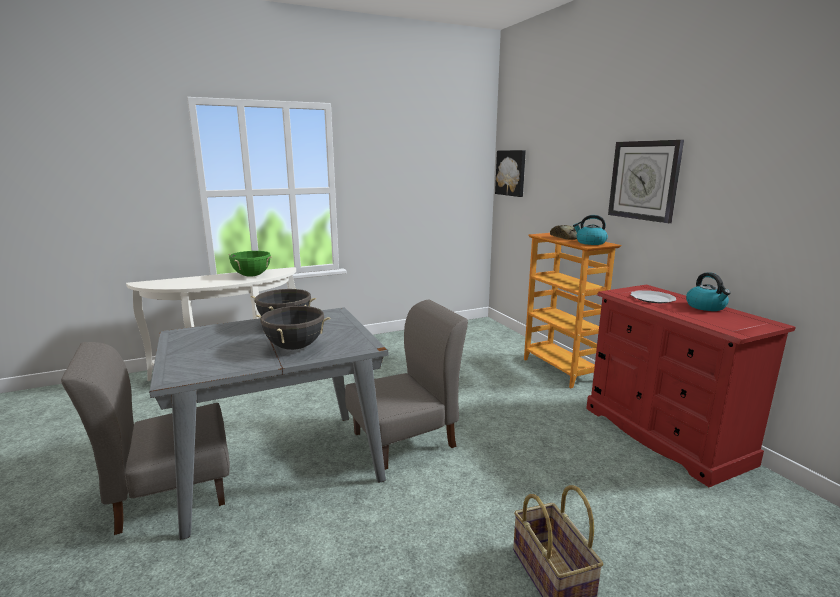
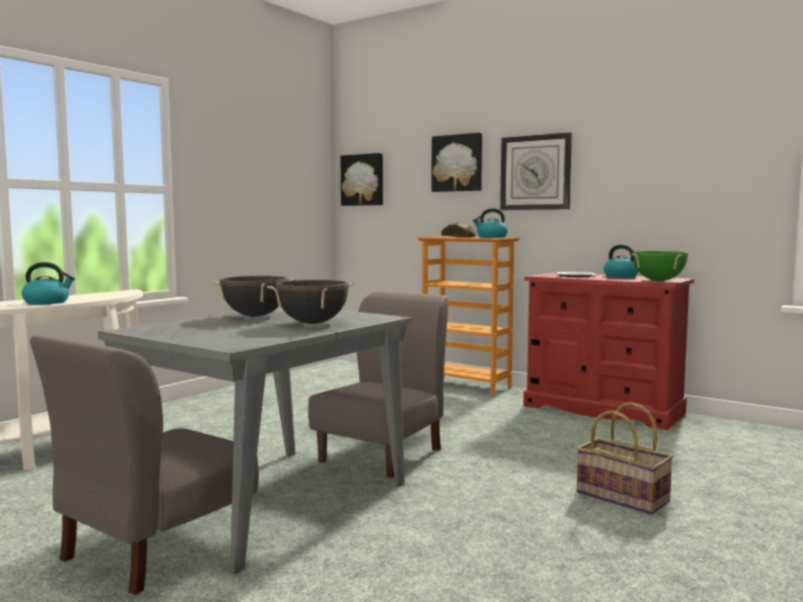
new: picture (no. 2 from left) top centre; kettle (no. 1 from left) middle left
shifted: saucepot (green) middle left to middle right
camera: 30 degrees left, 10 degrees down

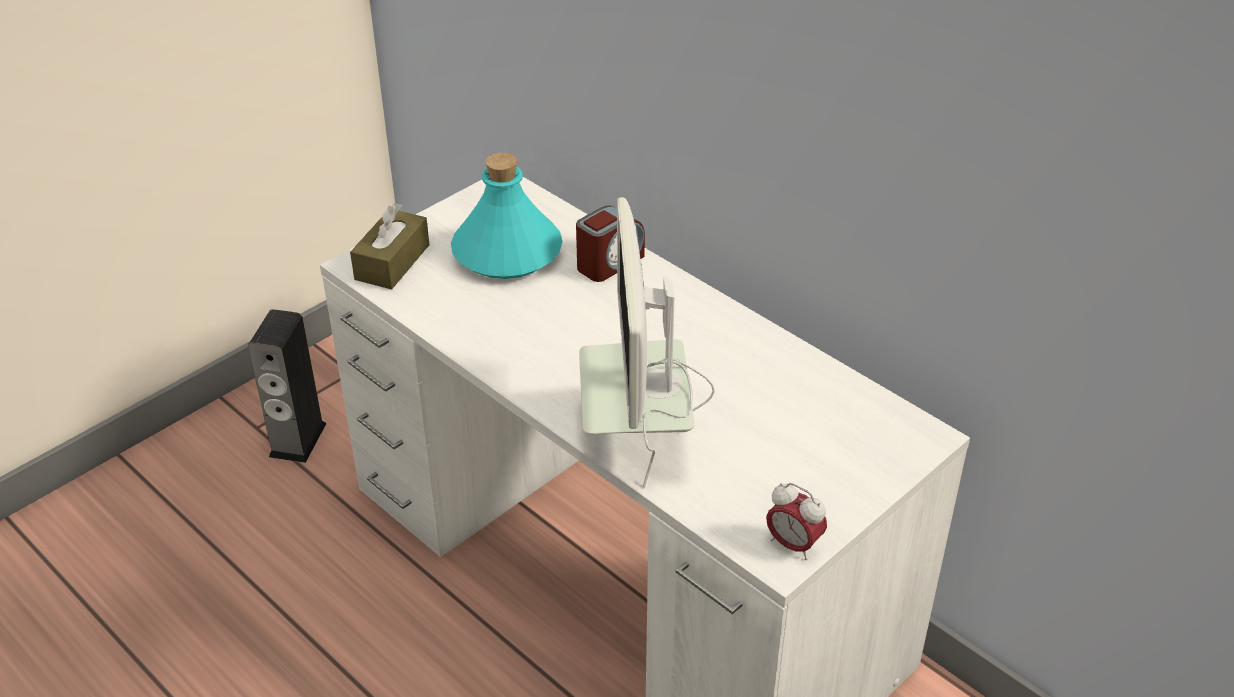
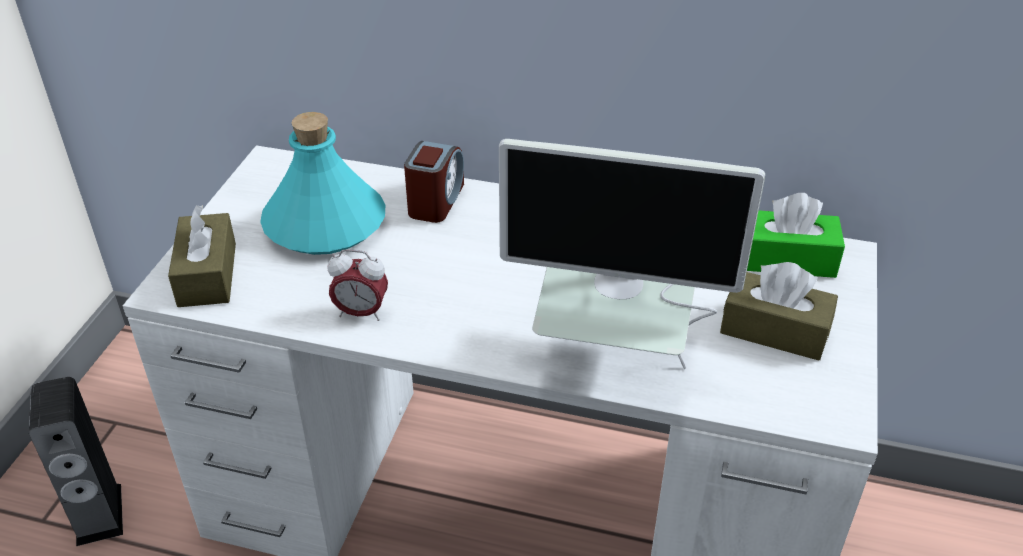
new: tissue holder (green) middle right; tissue holder (brownish) (no. 2 from left) middle right
shifted: table clock (no. 2 from left in the first image) bottom centre to table clock (no. 1 from left) centre
rotated: computer display centre = centre 45 degrees counterclockwise
camera: 30 degrees left, 0 degrees up

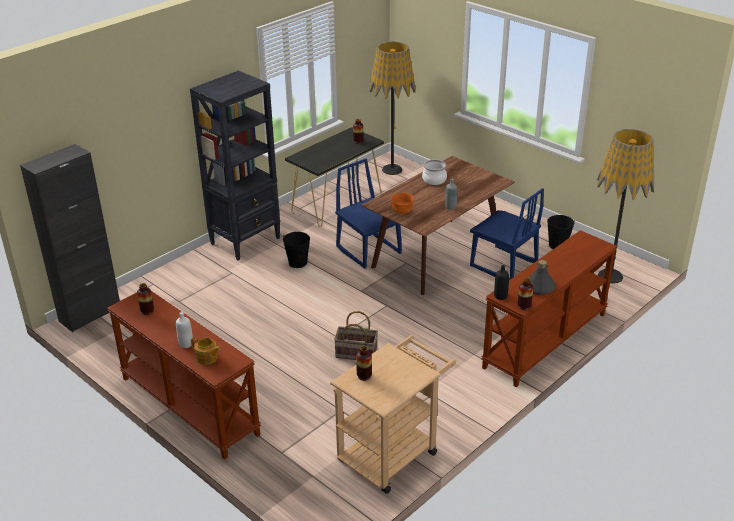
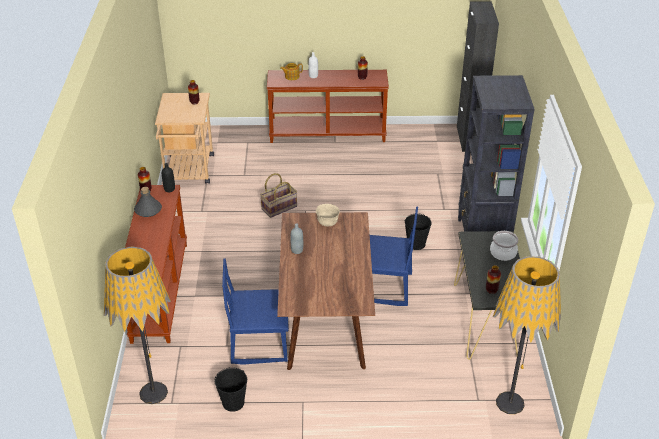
shifted: saucepot top centre to middle right
repainted: deep dish (orange) centre to deep dish (beige) centre
camera: 135 degrees right, 5 degrees up

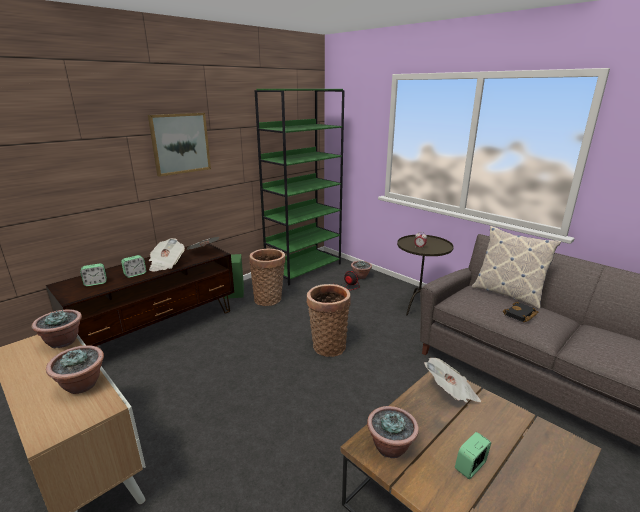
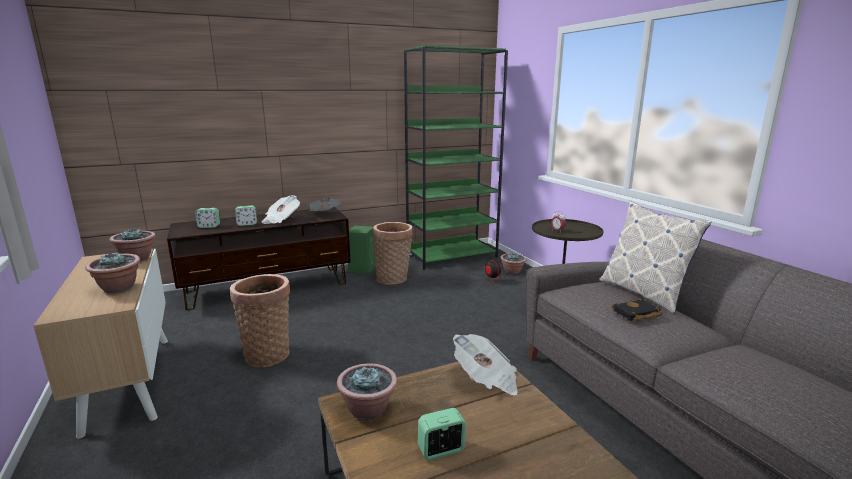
gone: picture top left
shifted: storage basket (no. 2 from left in the first image) centre to storage basket (no. 1 from left) bottom left
camera: 20 degrees right, 5 degrees down

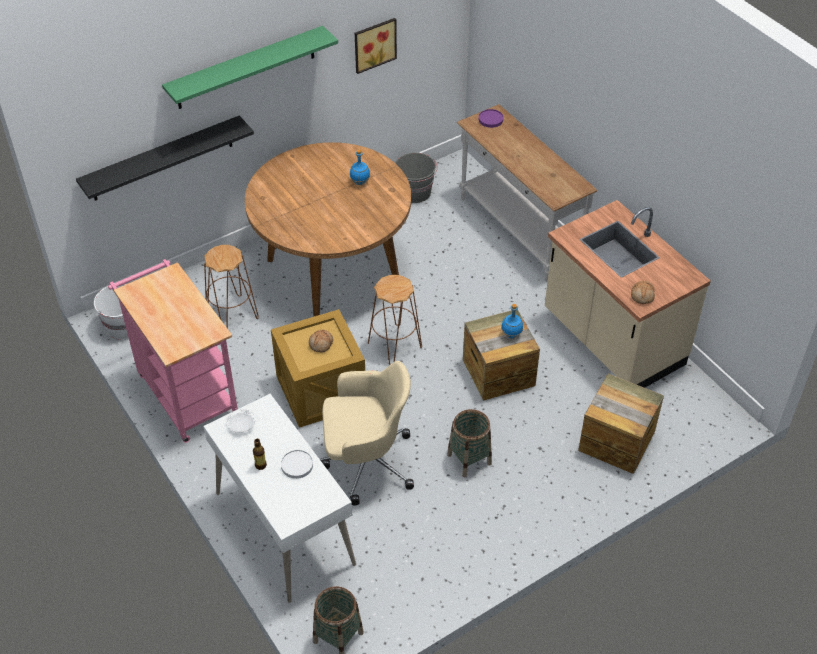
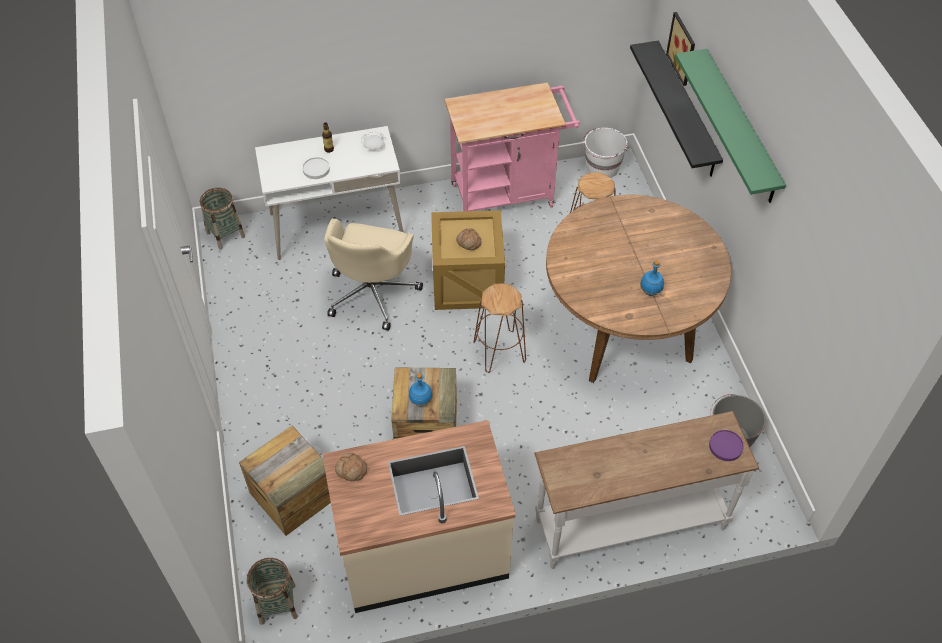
shifted: picture top centre to top right; storage basket (no. 2 from left) bottom centre to bottom left
camera: 110 degrees right, 5 degrees up

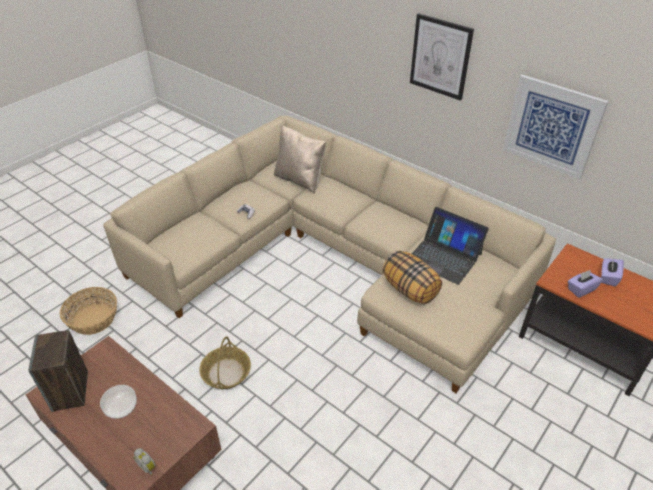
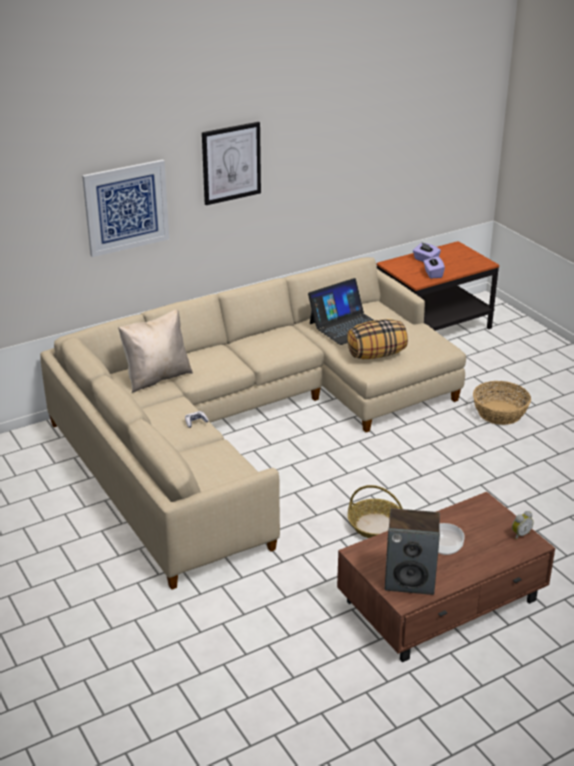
shifted: picture (no. 2 from left in the first image) top right to picture (no. 1 from left) top left; storage basket (no. 1 from left in the first image) middle left to storage basket (no. 2 from left) middle right
camera: 70 degrees left, 10 degrees down

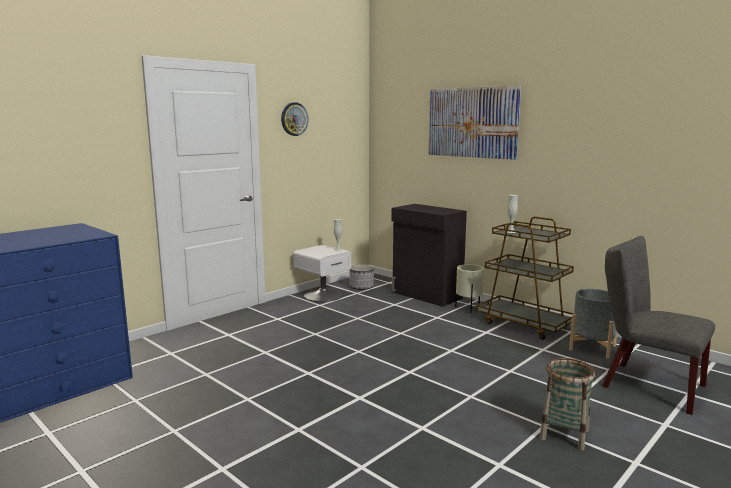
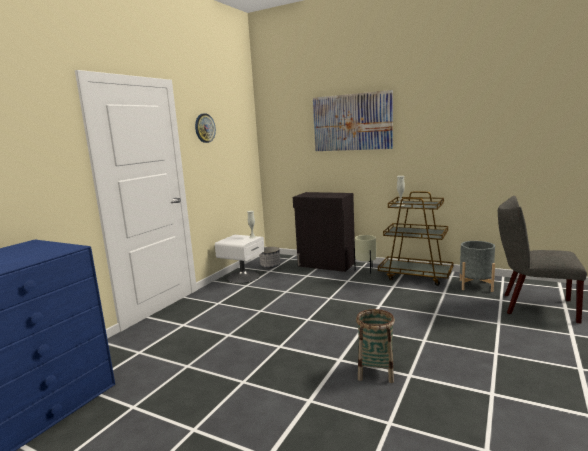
shifted: storage basket bottom right to bottom centre
camera: 15 degrees left, 0 degrees up

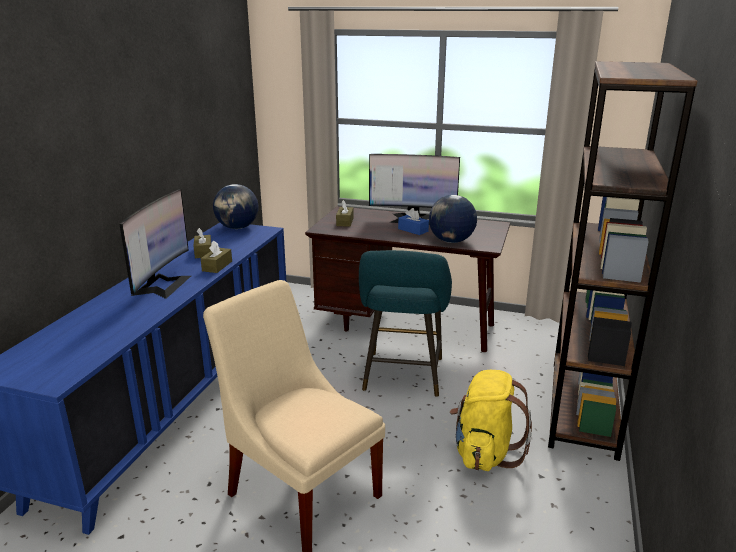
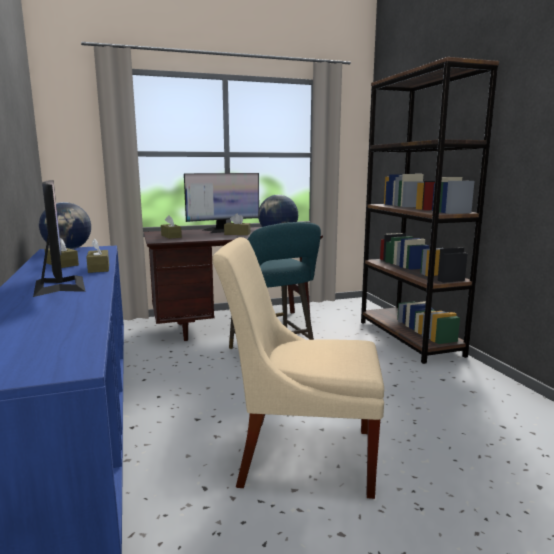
gone: knapsack (yellowish) bottom right
repainted: tissue holder (blue-coloured) centre to tissue holder (brownish) (no. 4 from left) centre
camera: 35 degrees left, 10 degrees down

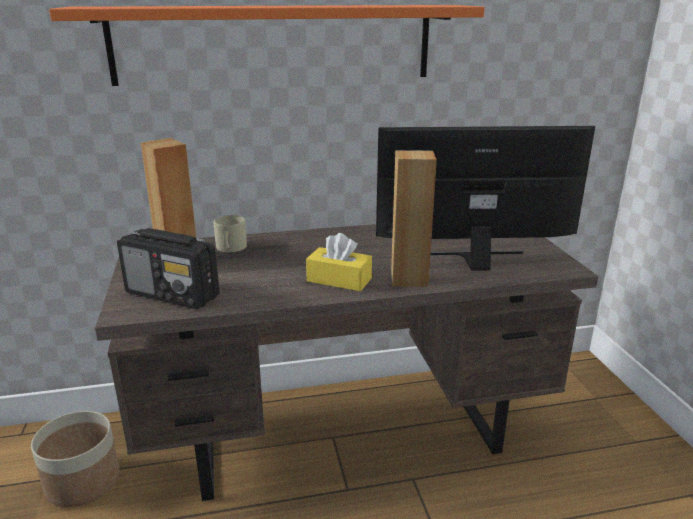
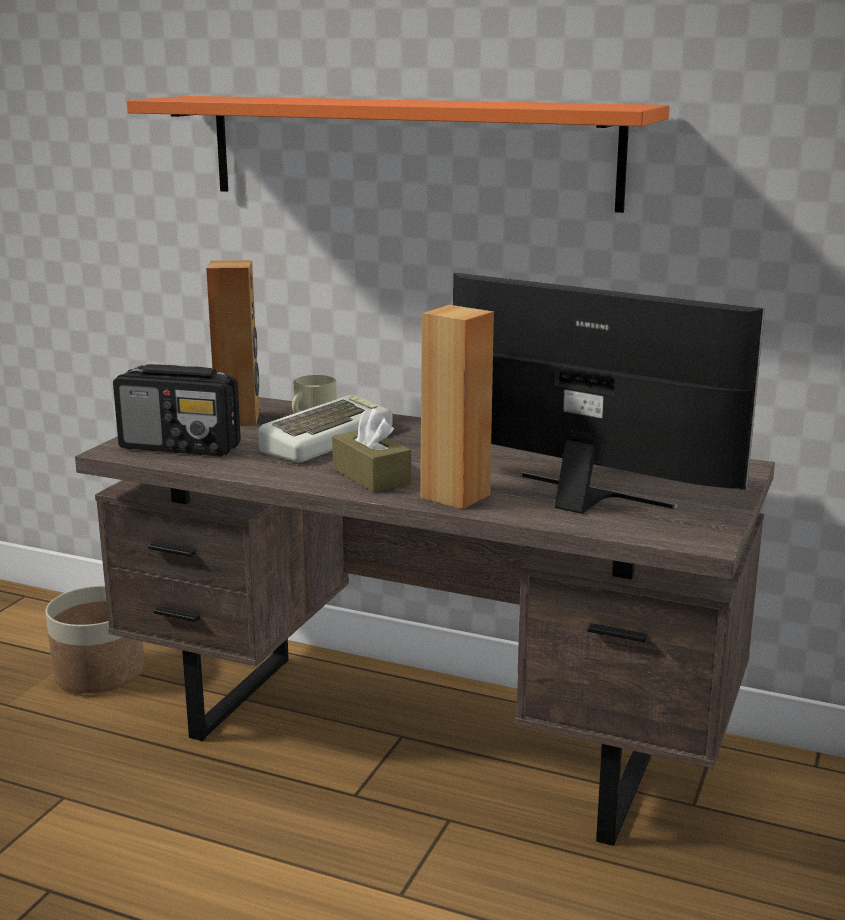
new: computer keyboard centre
repainted: tissue holder (yellowish) centre to tissue holder (brownish) centre
rotated: radio set middle left = middle left 45 degrees counterclockwise
camera: 35 degrees right, 5 degrees down

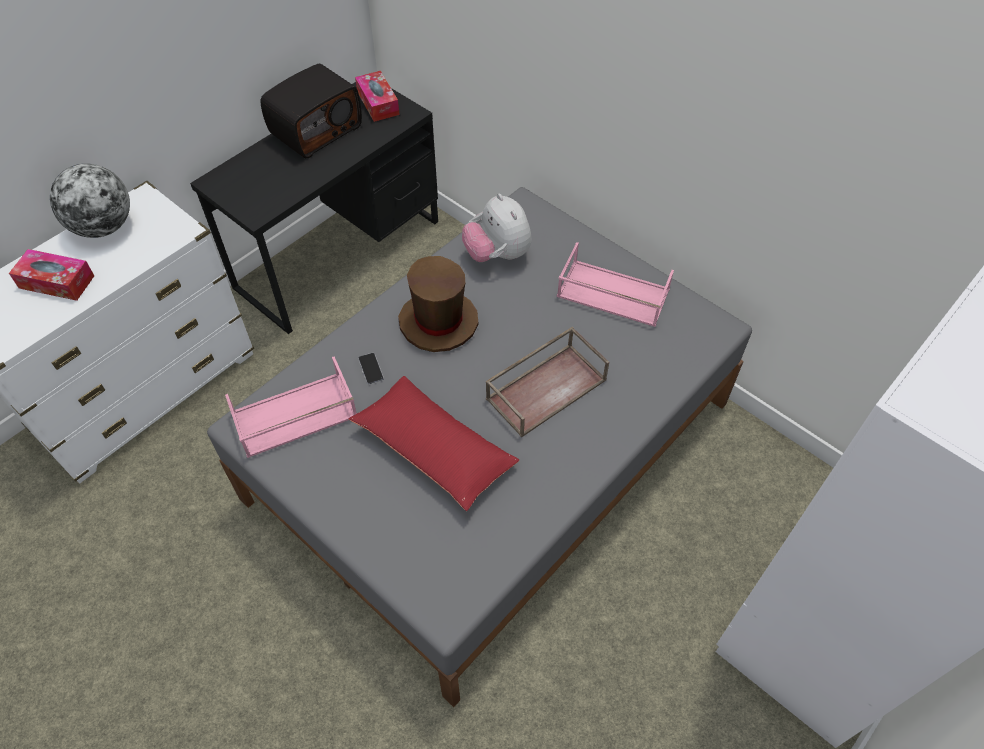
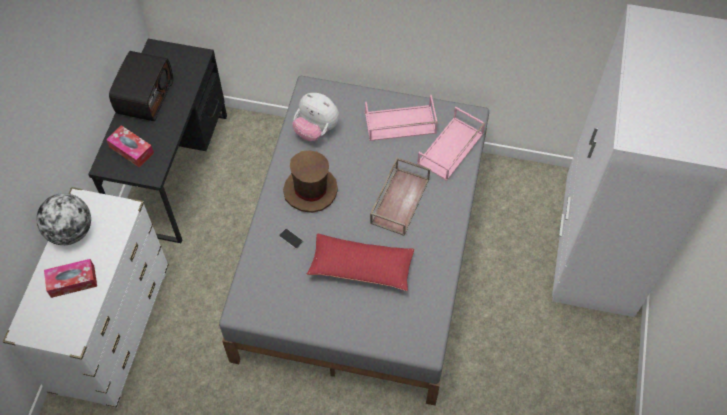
shifted: tissue holder (no. 2 from left) top centre to middle left; serving tray (pink) (no. 1 from left in the first image) middle left to serving tray (pink) (no. 2 from left) centre
camera: 30 degrees left, 5 degrees up

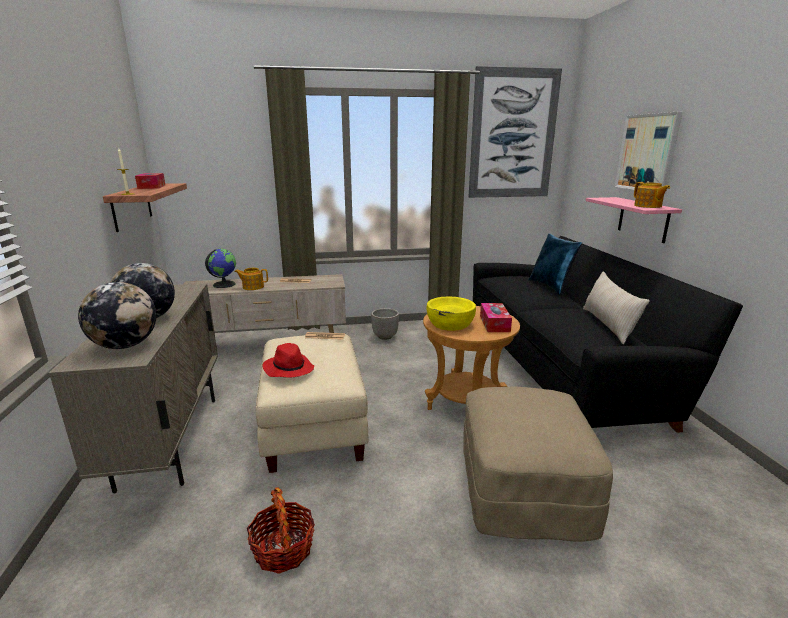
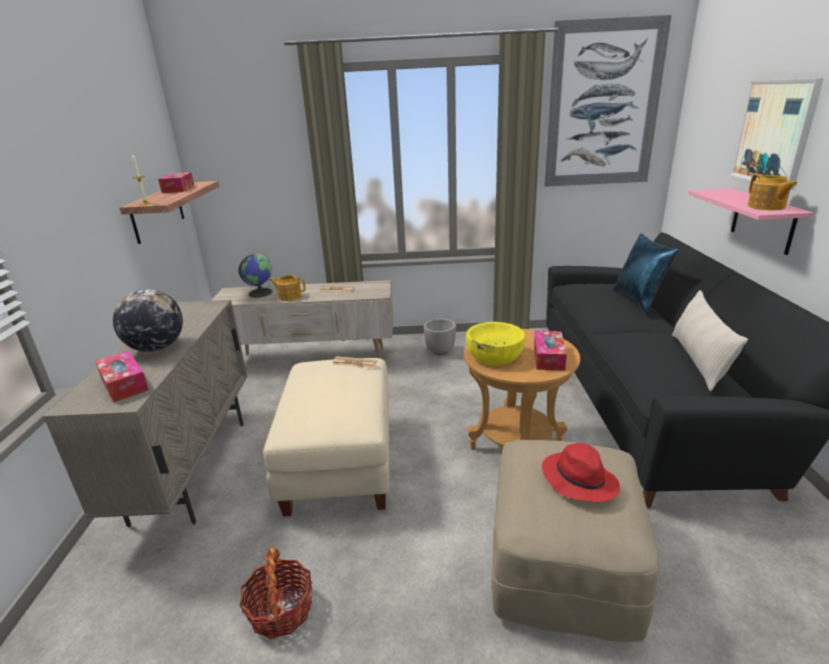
shifted: wearable hat (red) centre to bottom right
swapped: globe (no. 1 from left) middle left to tissue holder (no. 1 from left) middle left
camera: 10 degrees right, 5 degrees up

